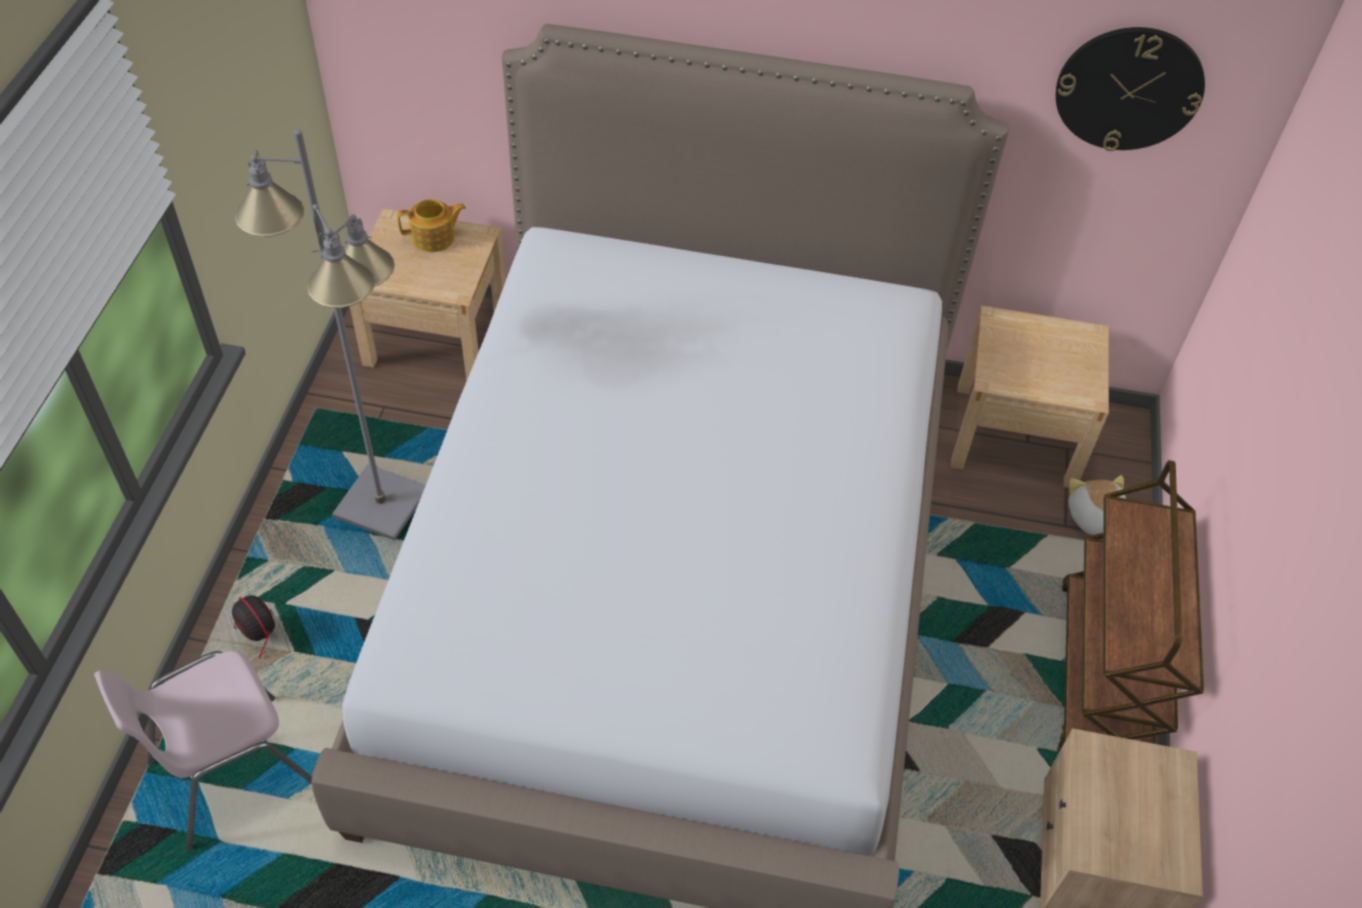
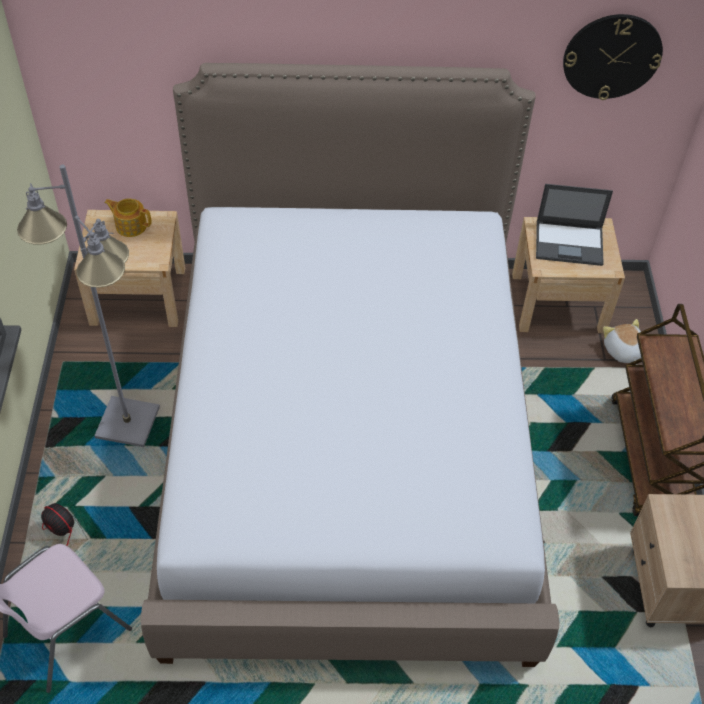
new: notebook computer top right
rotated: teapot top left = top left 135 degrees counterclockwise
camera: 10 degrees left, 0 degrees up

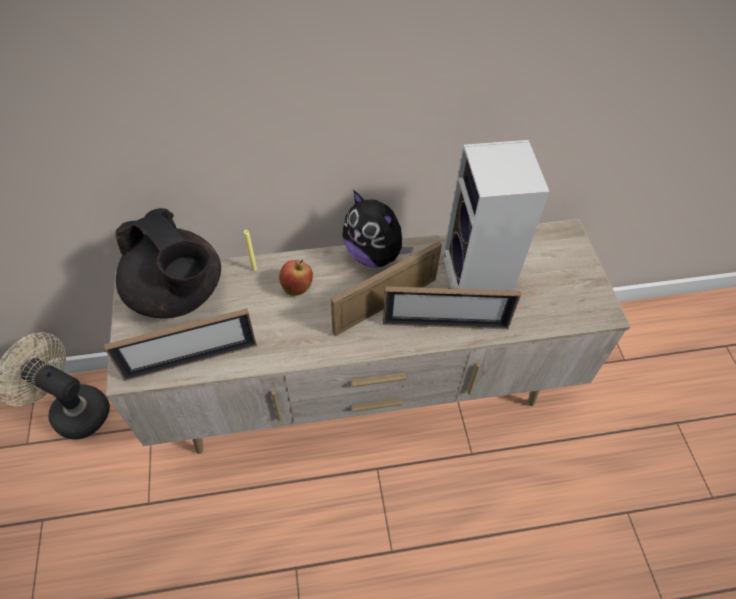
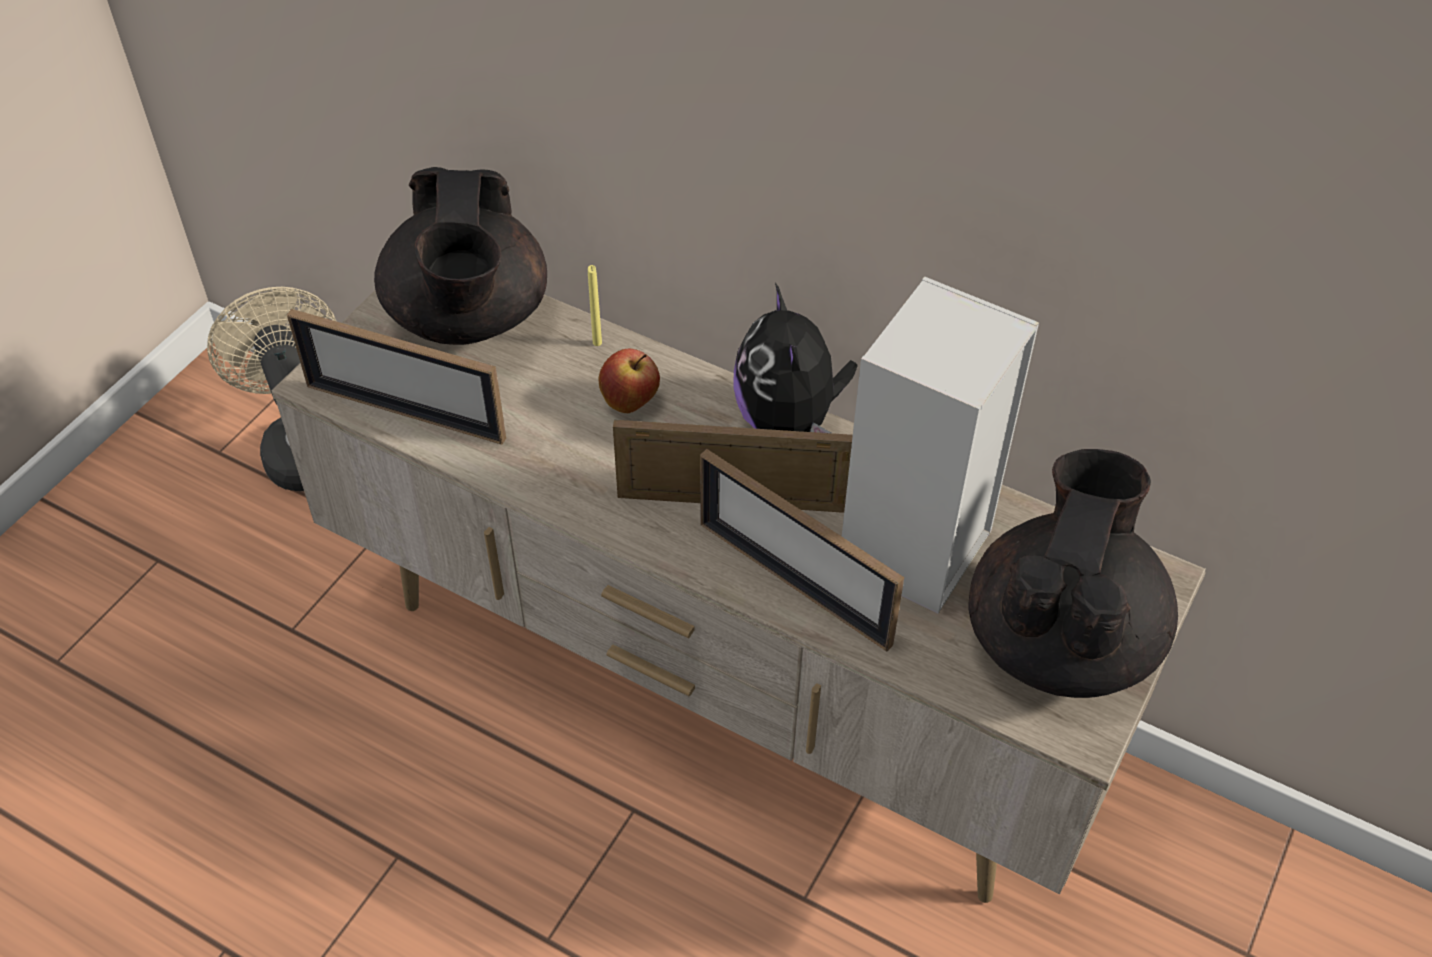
new: teapot (black-coloured) (no. 2 from left) middle right
camera: 40 degrees right, 5 degrees down

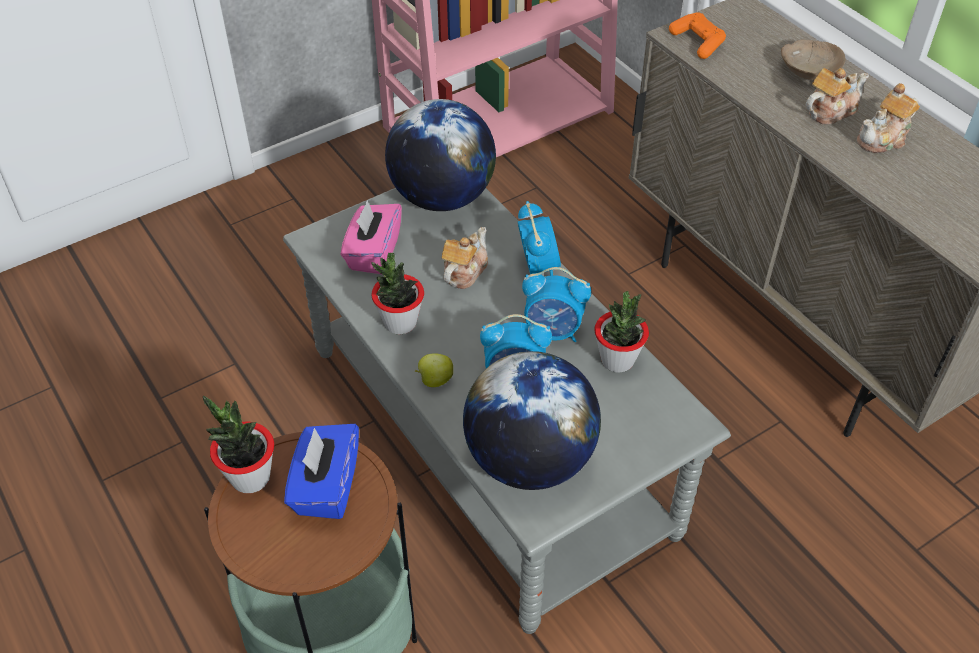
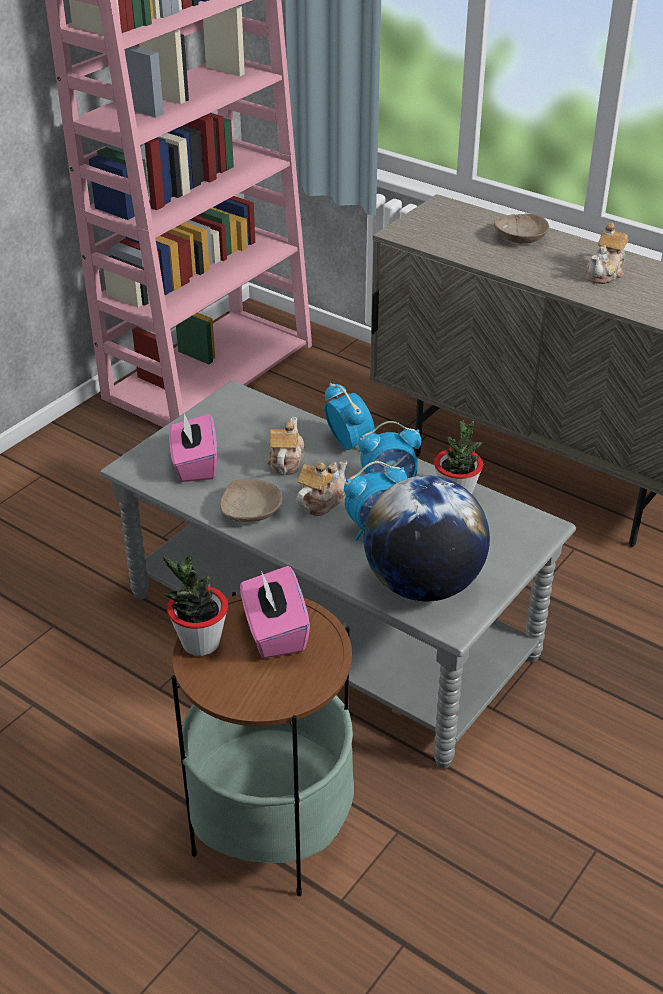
gone: gamepad (orange) top right; globe (no. 1 from left) top centre; whole apple centre
shifted: teapot (no. 2 from left) top right to centre
swapped: potted plant (no. 2 from left) centre to deep dish (beige) (no. 1 from left) centre
repainted: tissue holder (blue-coloured) bottom left to tissue holder (pink) (no. 2 from left) centre
camera: 20 degrees left, 10 degrees down

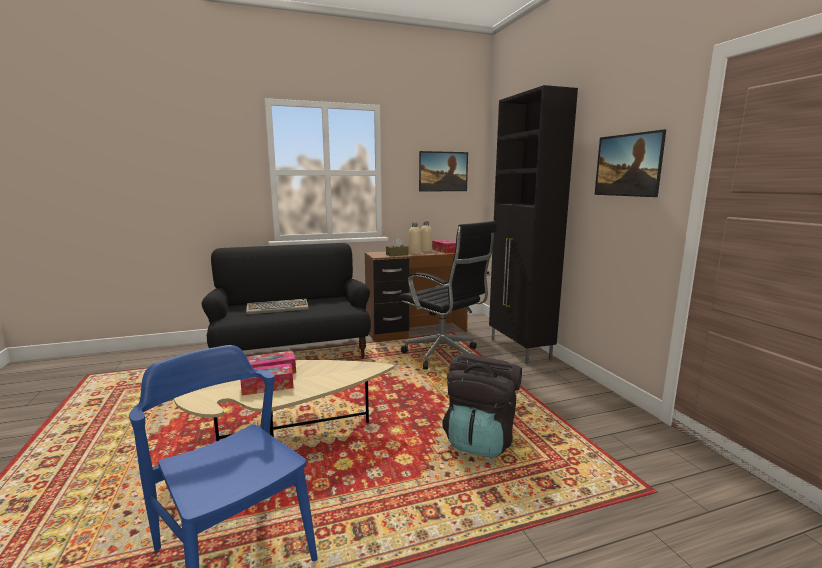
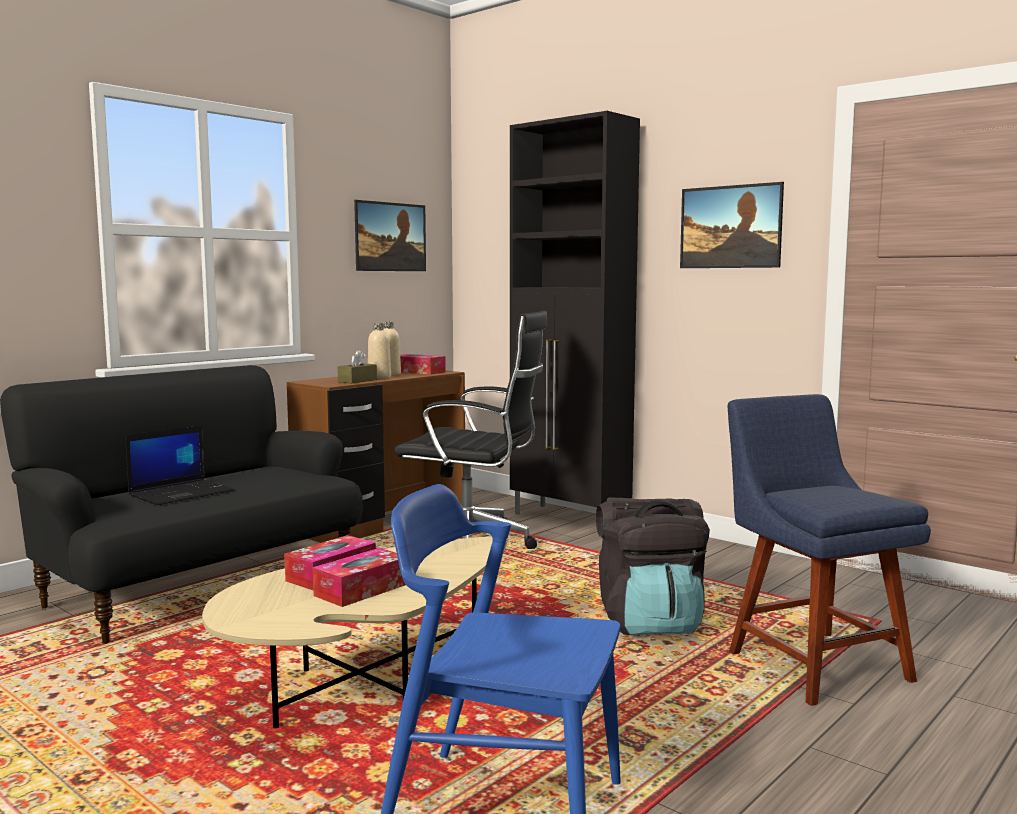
new: upright chair (blue-coloured) (no. 2 from left) bottom right
swapped: computer keyboard centre to notebook computer middle left
camera: 30 degrees left, 5 degrees down

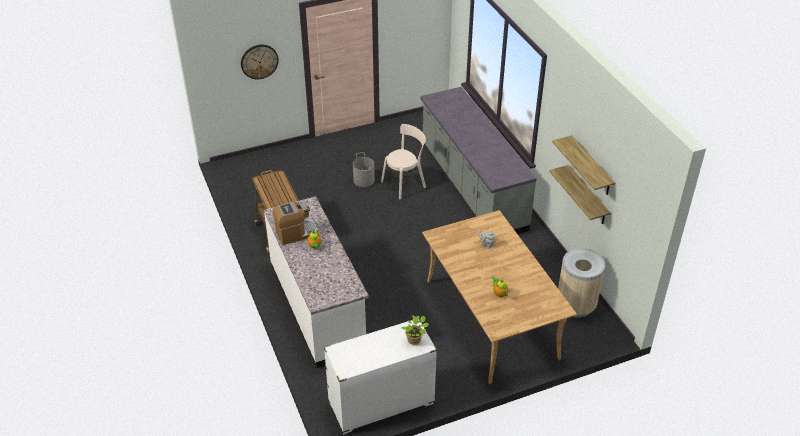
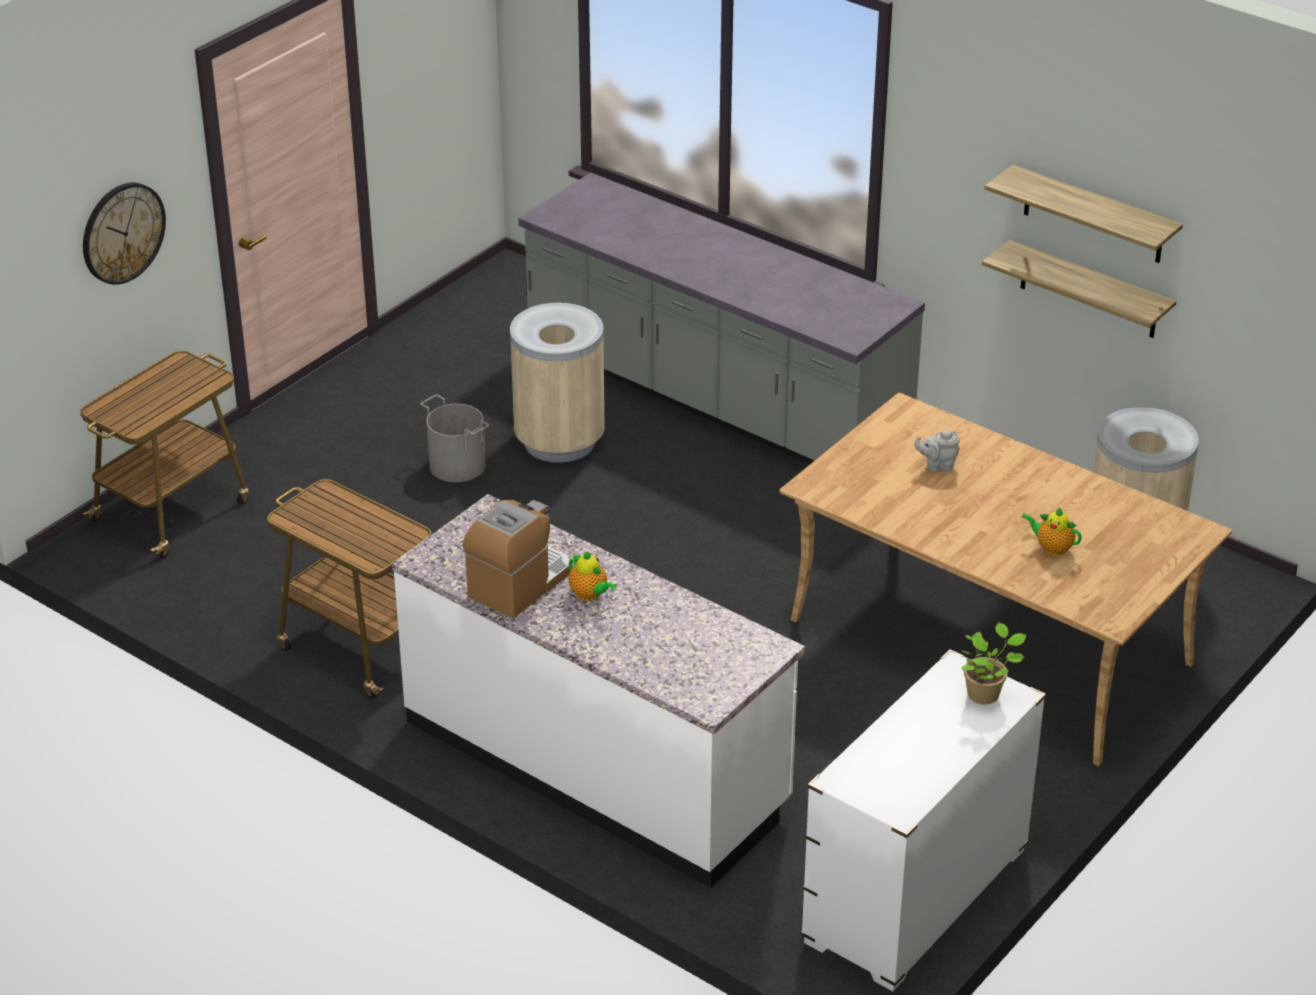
new: trolley (no. 1 from left) middle left
swapped: upright chair (beige) centre to rubbish bin (beige) (no. 1 from left) centre
camera: 30 degrees left, 5 degrees down

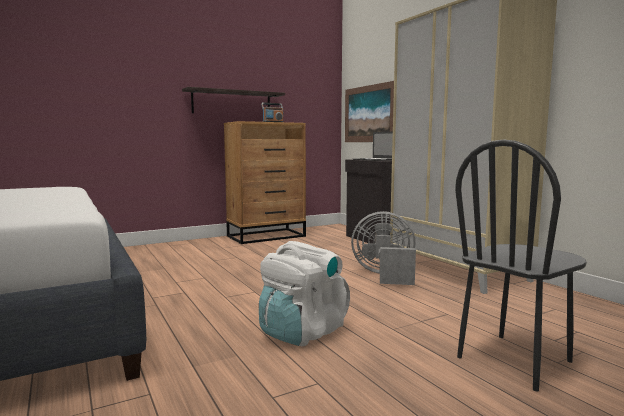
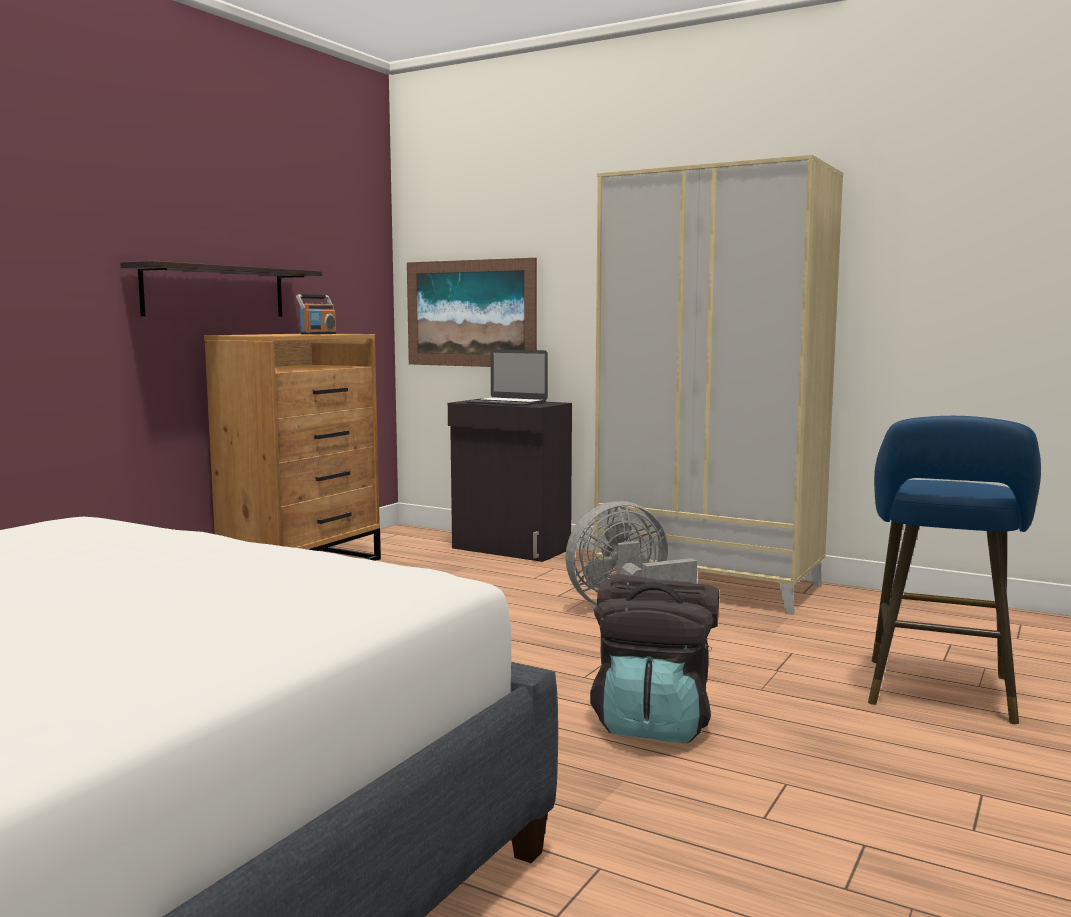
swapped: upright chair (black-coloured) middle right to stool seat (blue-coloured) middle right
repainted: knapsack (white) bottom centre to knapsack (black-coloured) bottom centre
camera: 30 degrees left, 0 degrees up

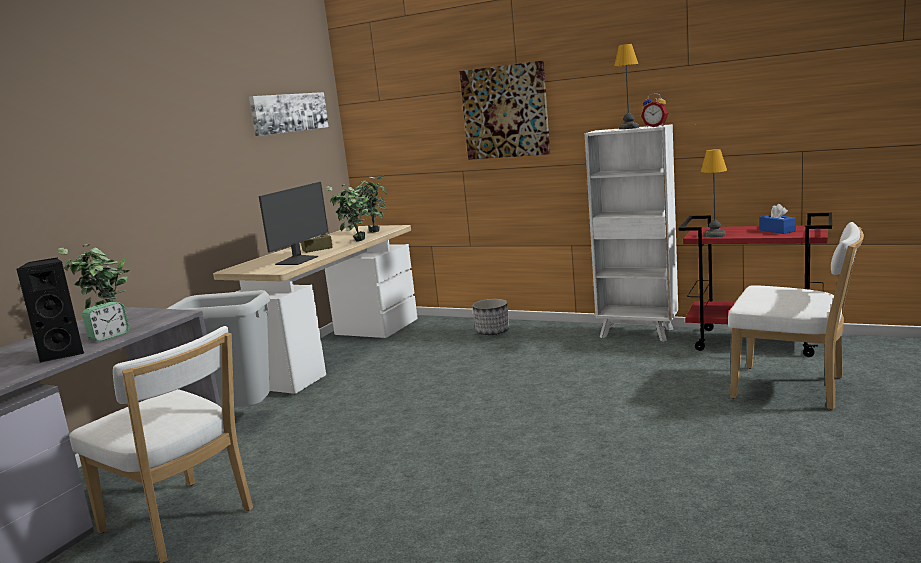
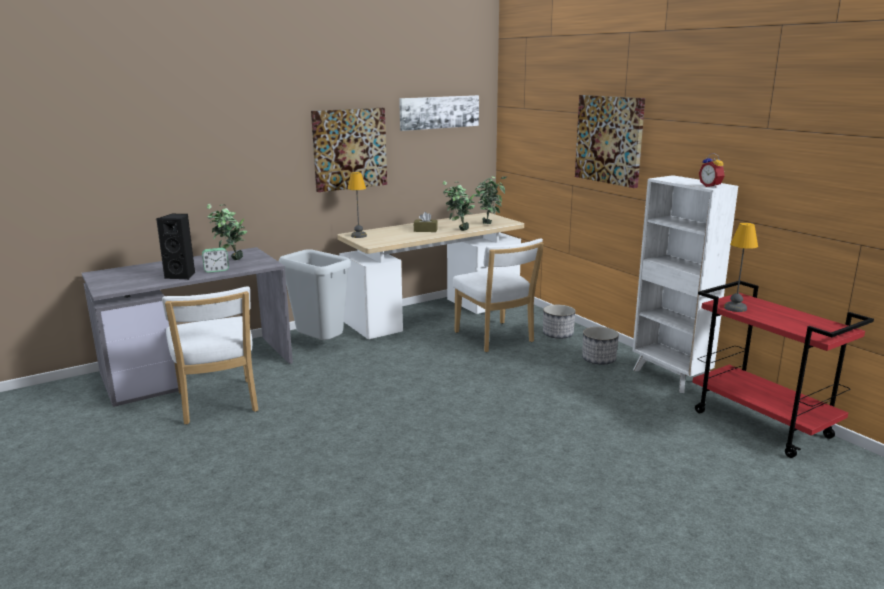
gone: computer display middle left; tissue holder (blue-coloured) middle right
new: picture (no. 1 from left) top centre; flower pot (no. 2 from left) middle right
shifted: lamp for a table (no. 1 from left) top right to centre; upright chair (white) (no. 2 from left) middle right to centre
camera: 30 degrees right, 5 degrees up

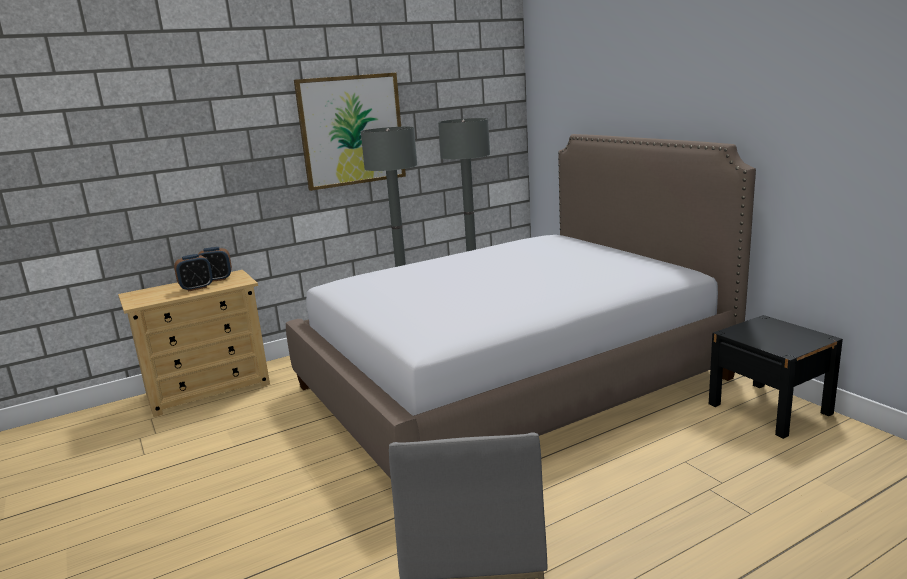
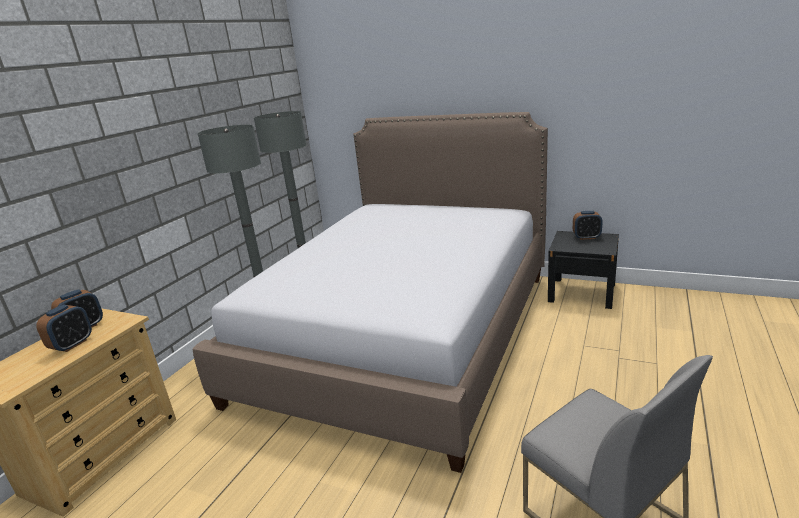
gone: picture top centre
new: table clock (no. 3 from left) middle right
camera: 35 degrees left, 5 degrees up

